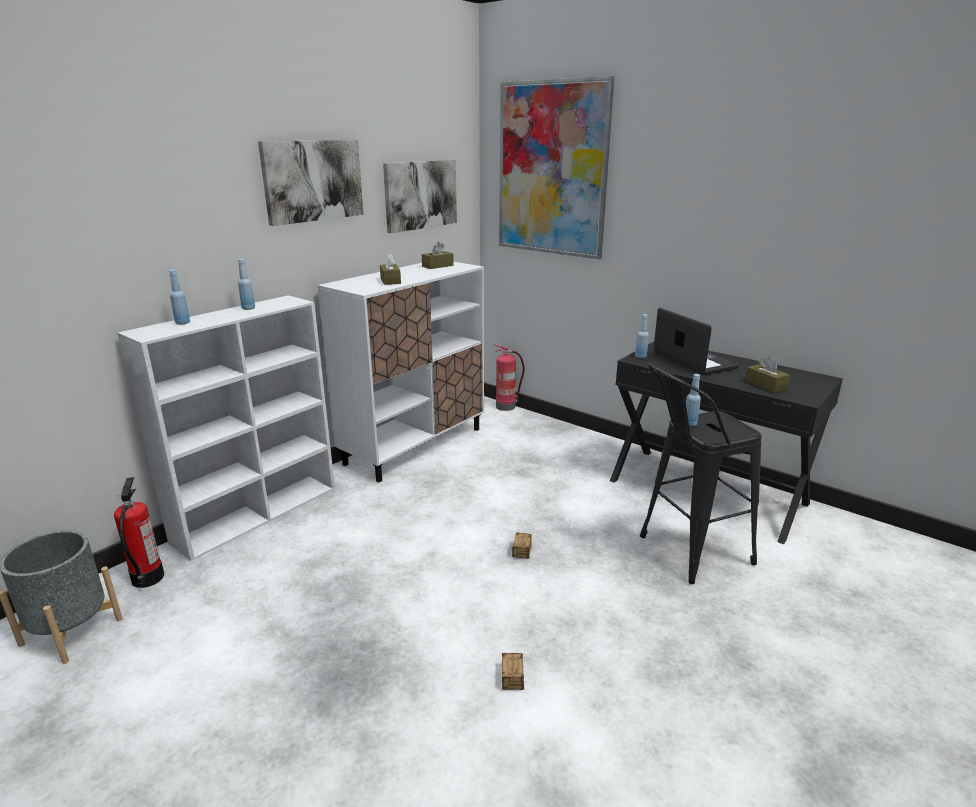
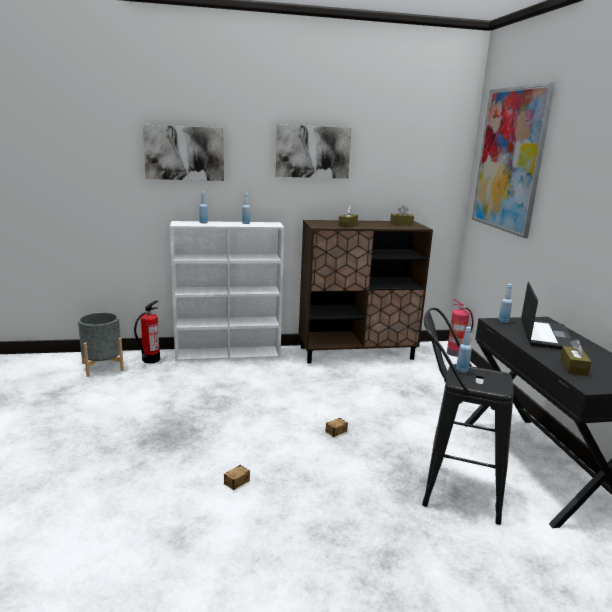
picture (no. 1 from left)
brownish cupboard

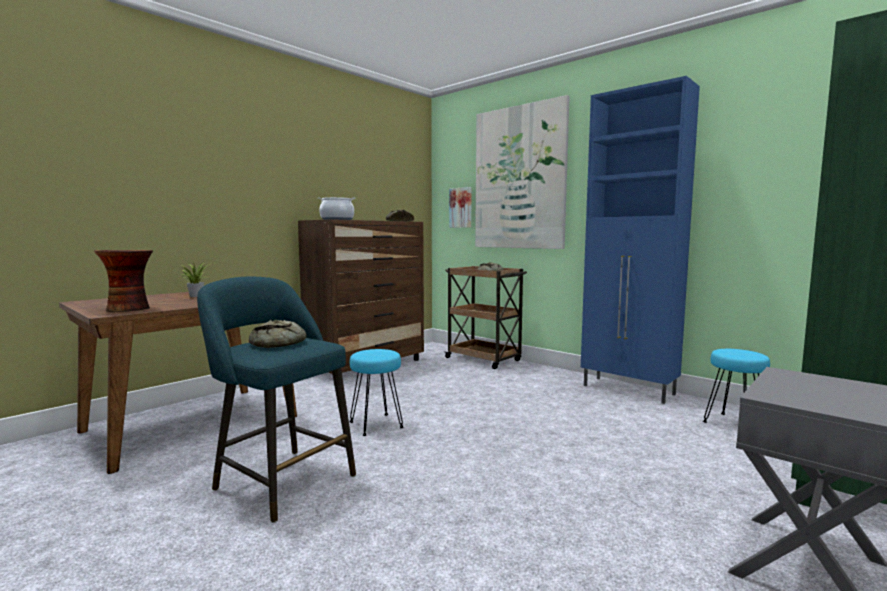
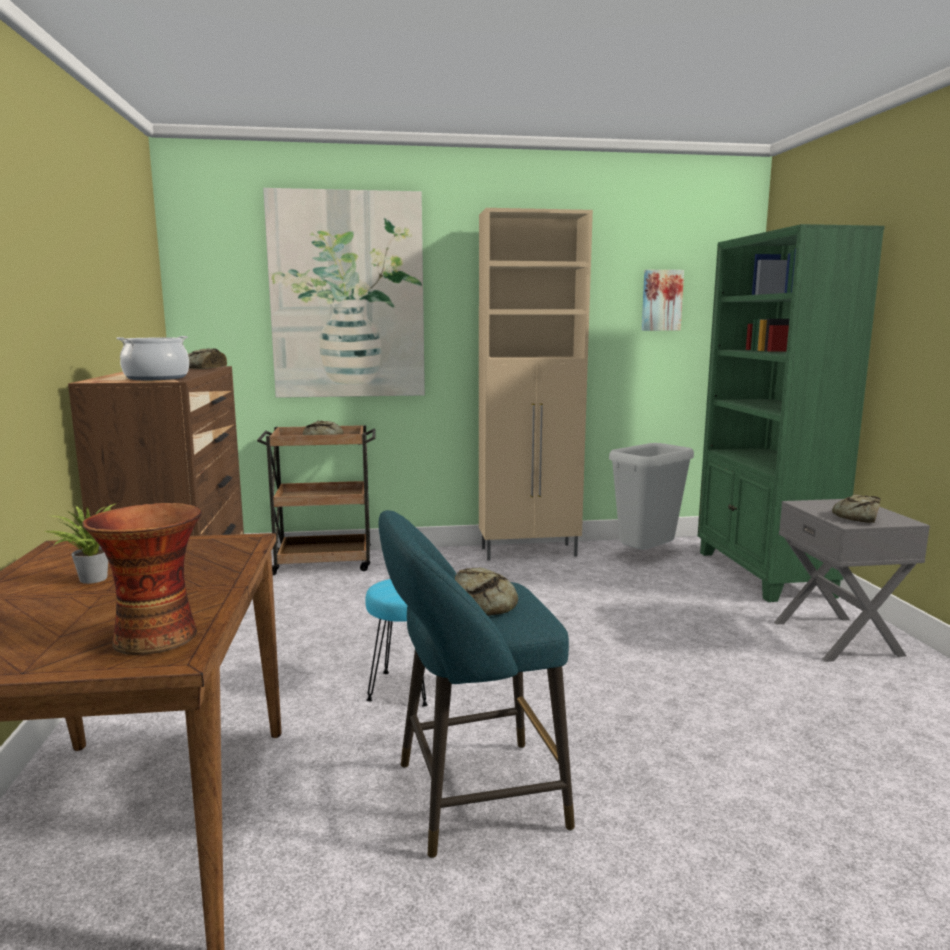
bread (no. 4 from left)
picture (no. 2 from left)
grey trash can
beige cupboard

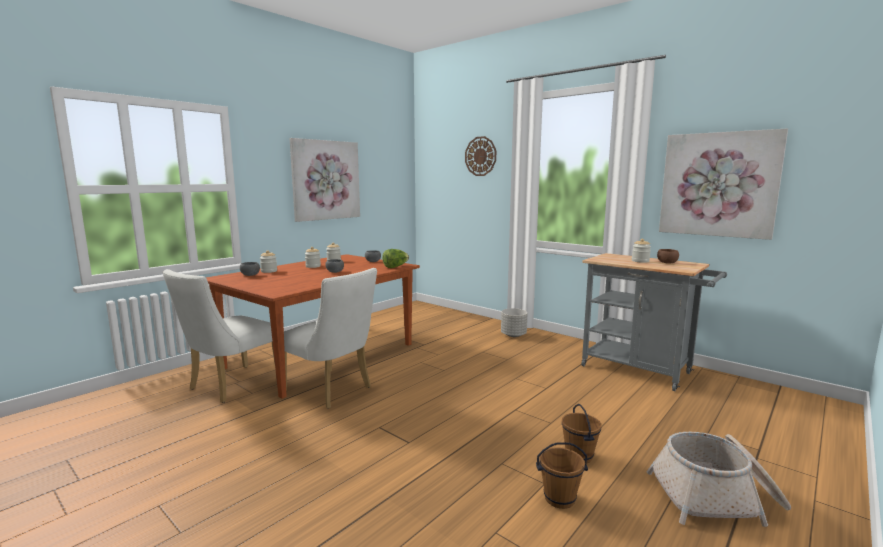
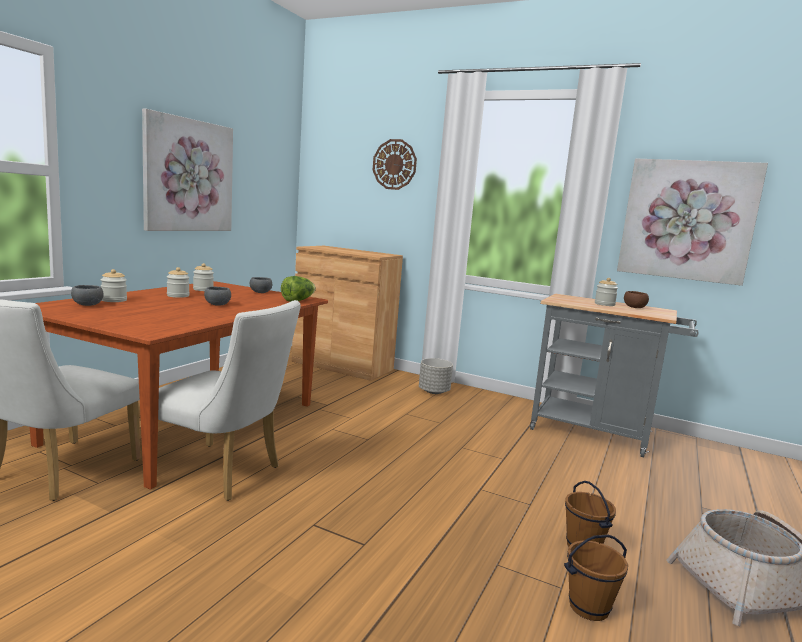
brownish cupboard

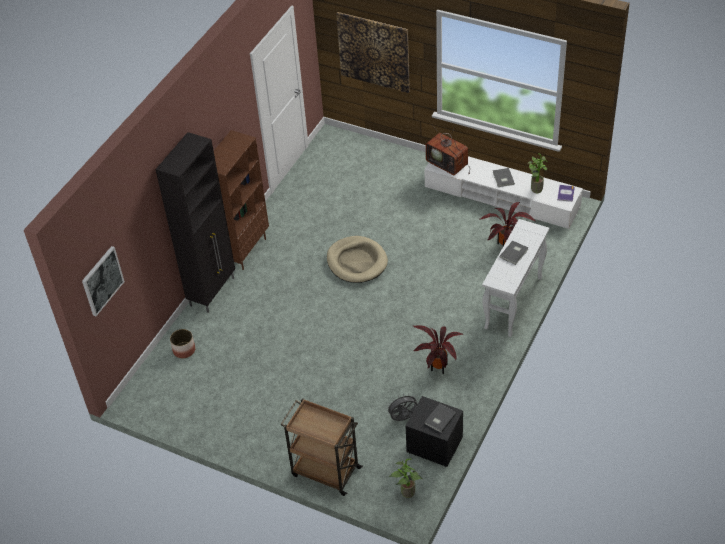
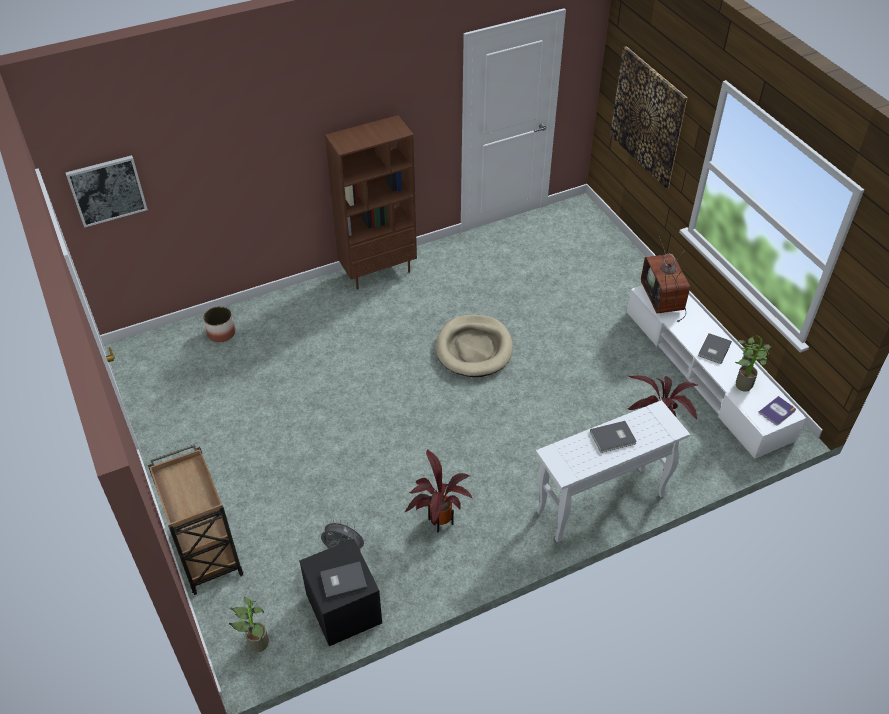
blackish cupboard

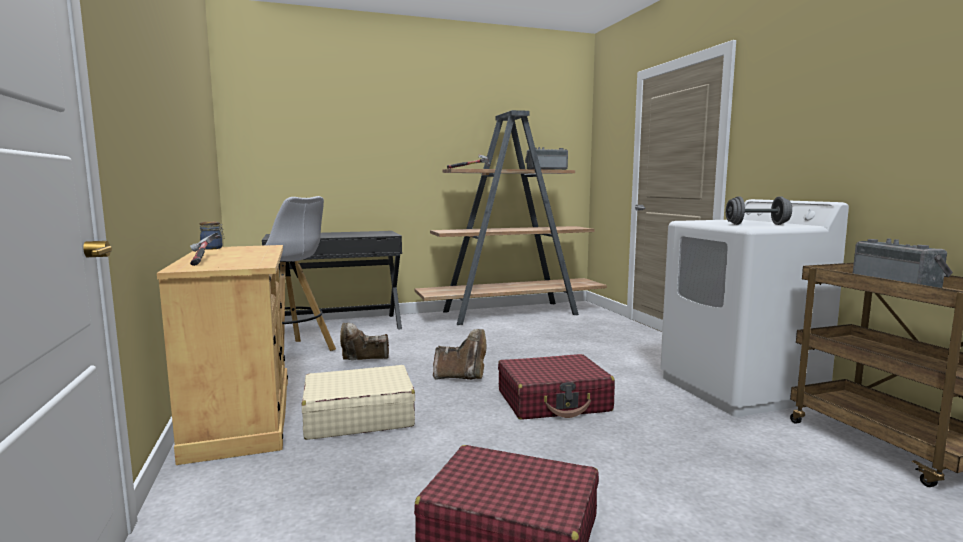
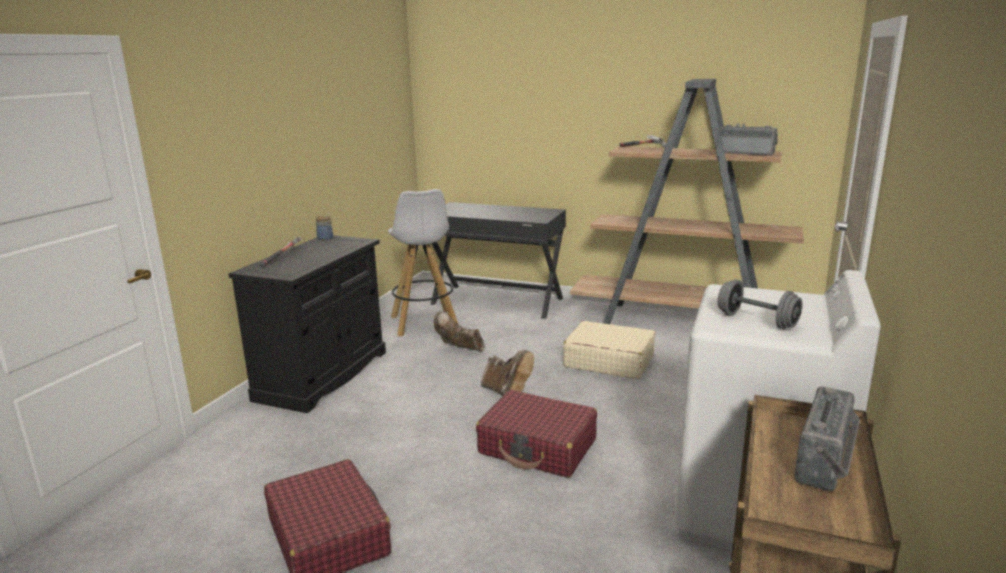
beige travel case
blackish cupboard

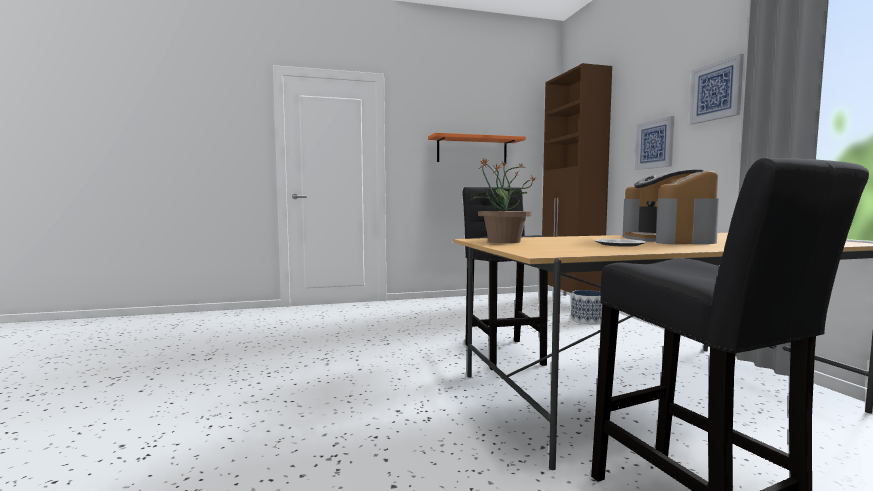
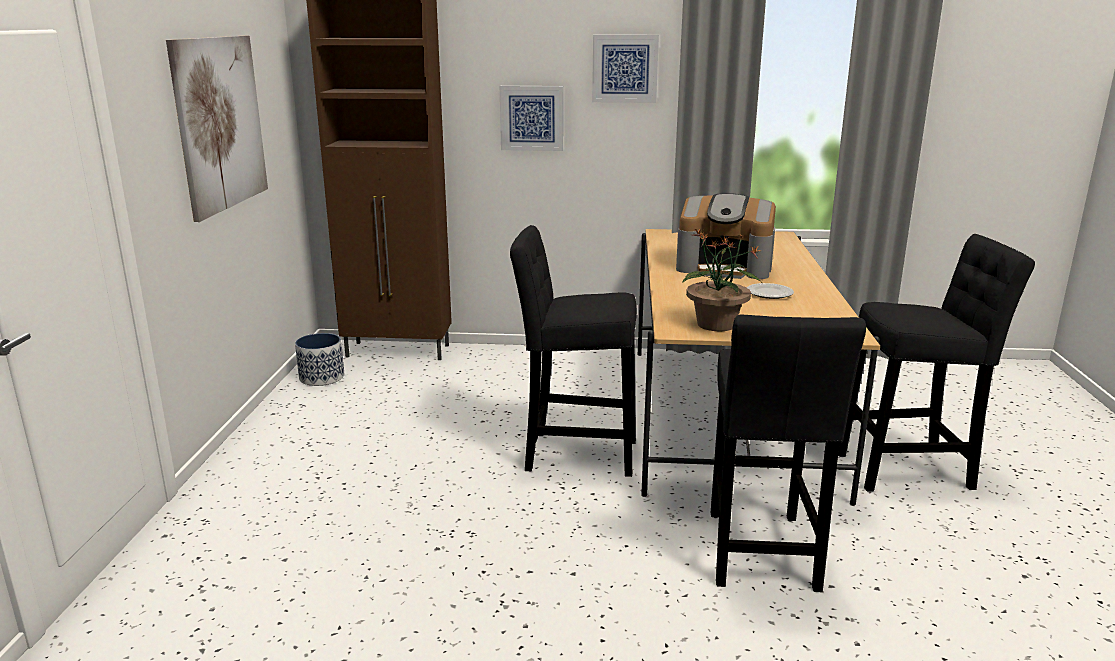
blackish sitting stool (no. 2 from left)
flower pot
picture (no. 1 from left)

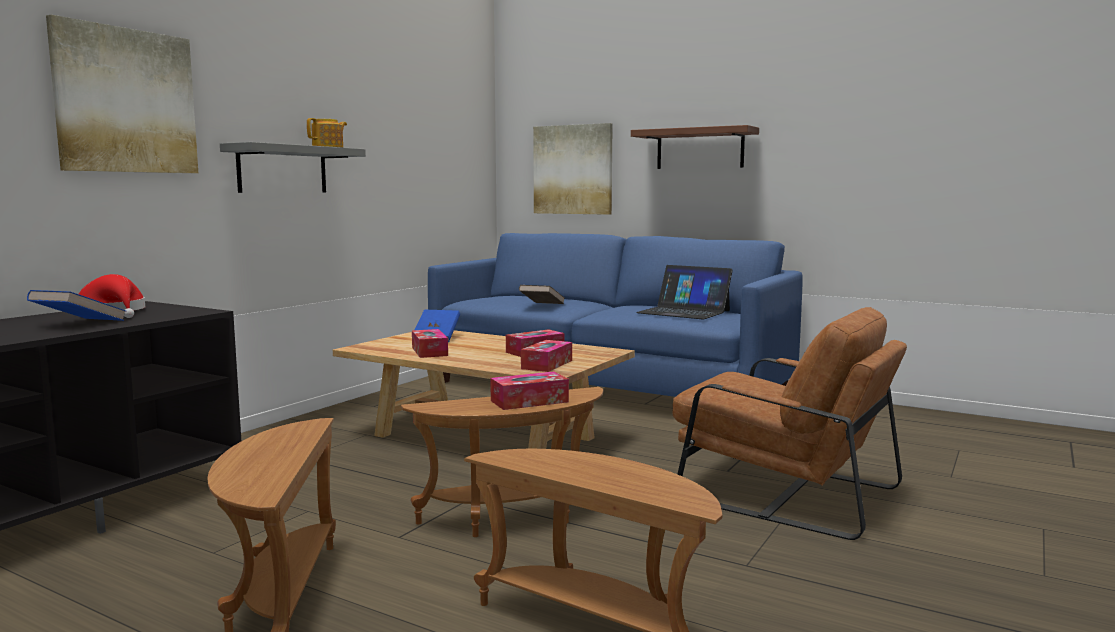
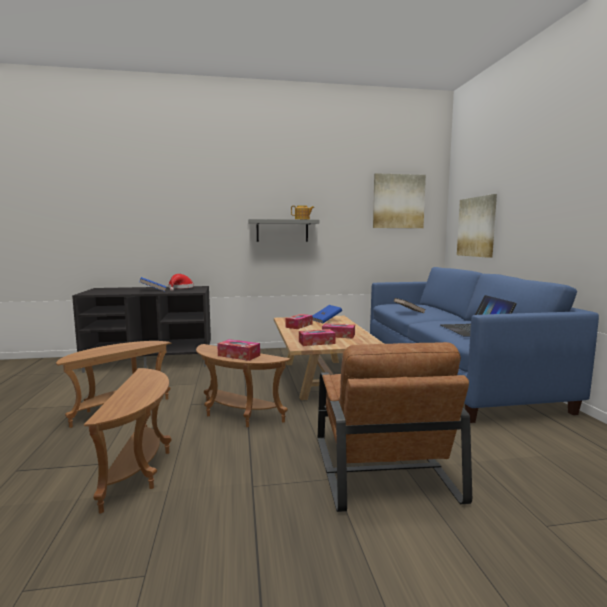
brownish bracket shelf
picture (no. 1 from left)

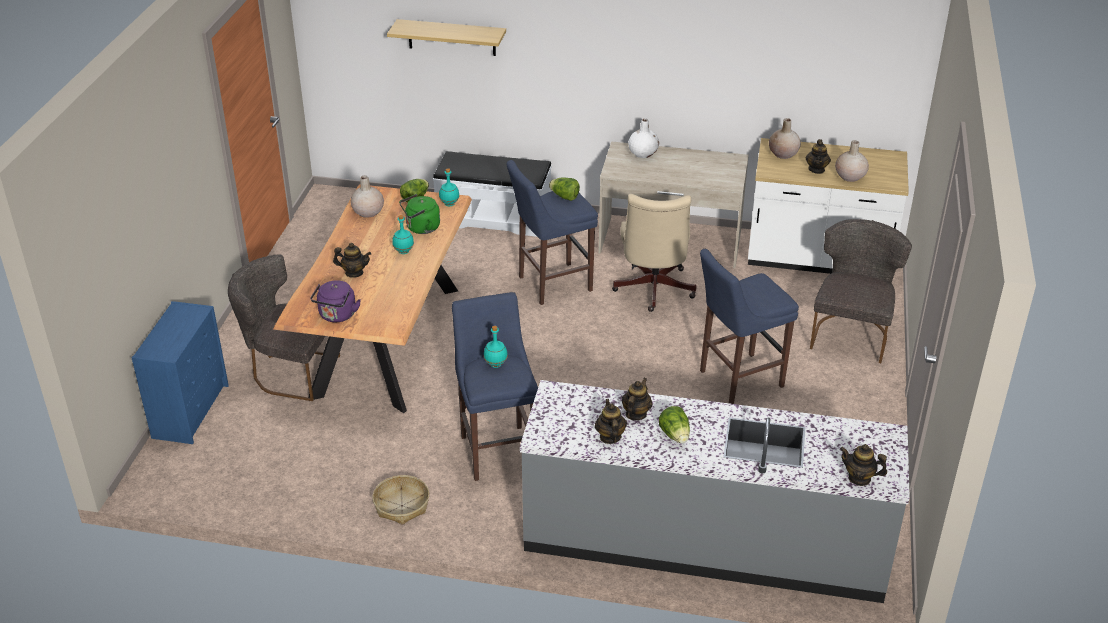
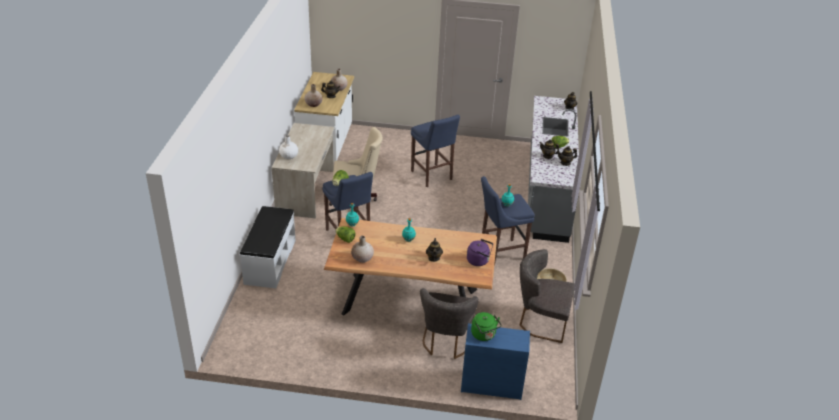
bracket shelf
greenish tea kettle
grey upright chair (no. 2 from left)

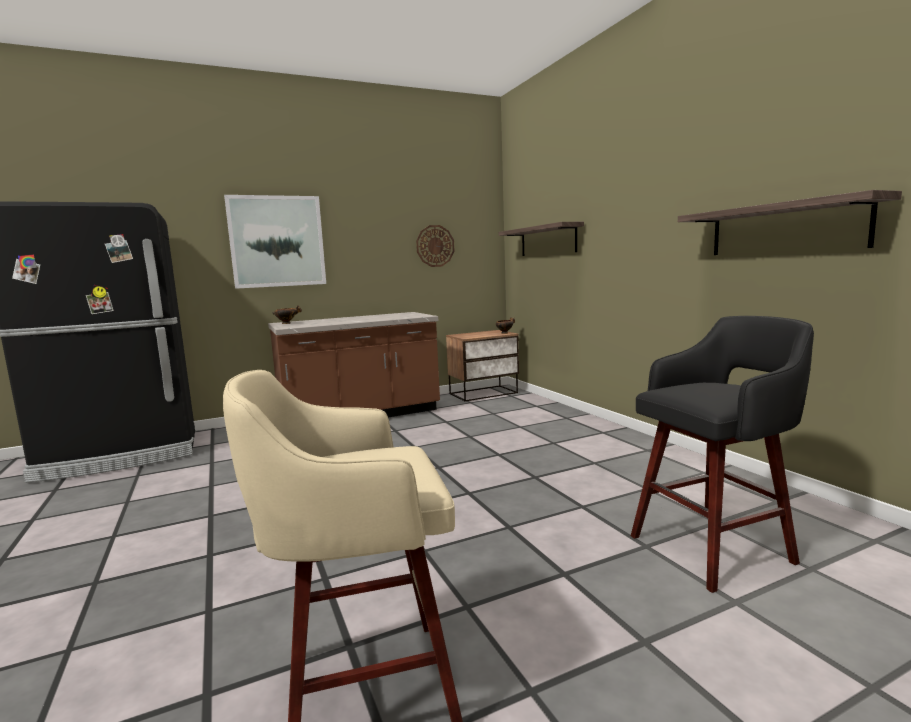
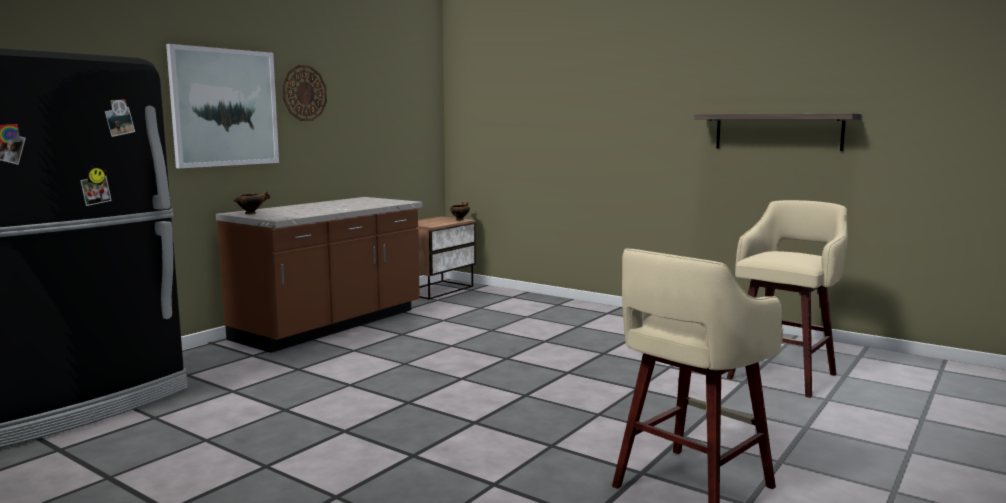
bracket shelf (no. 1 from left in the first image)
clock on the wall
beige sitting stool (no. 2 from left)

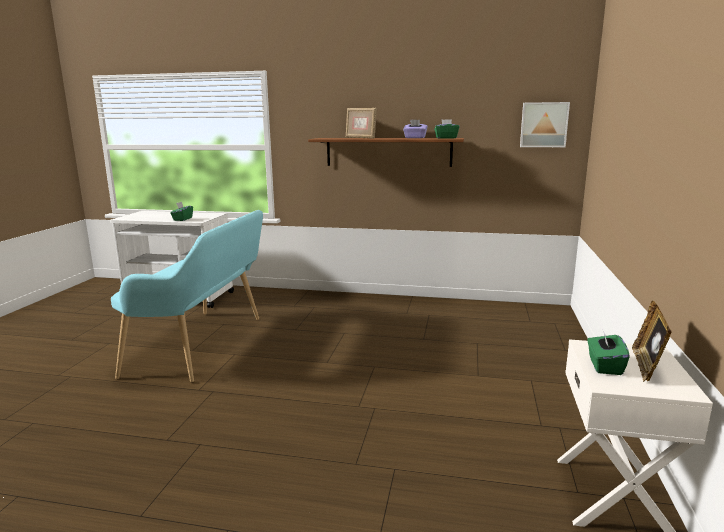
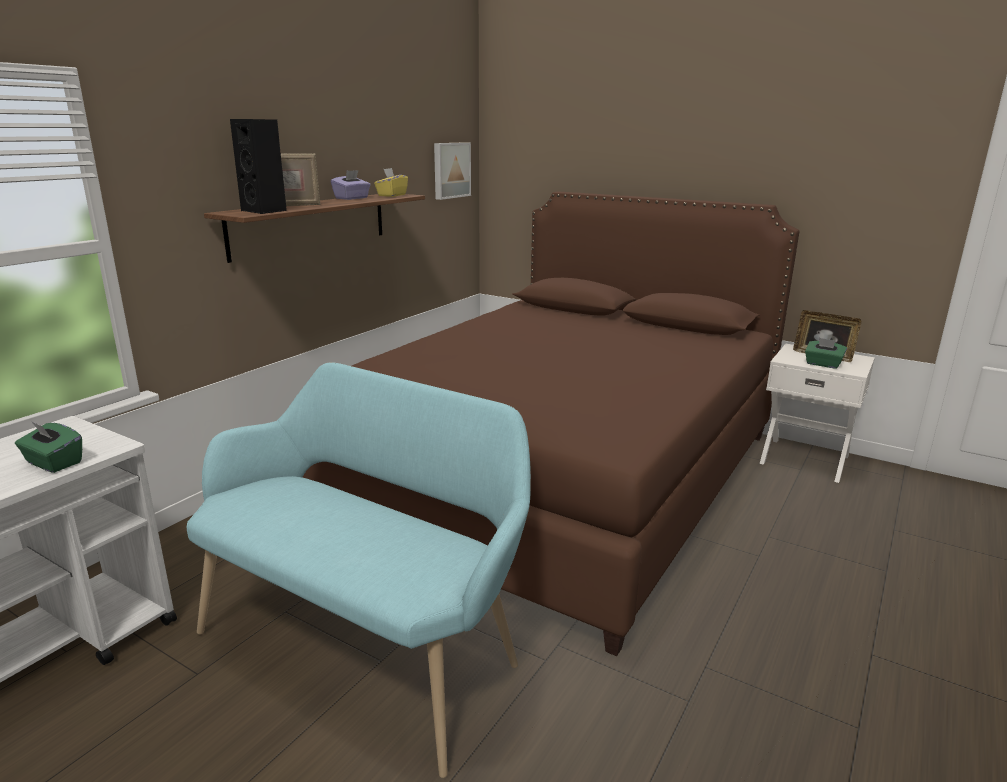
blackish audio speaker
brownish sleeping bed
yellowish box of tissues

